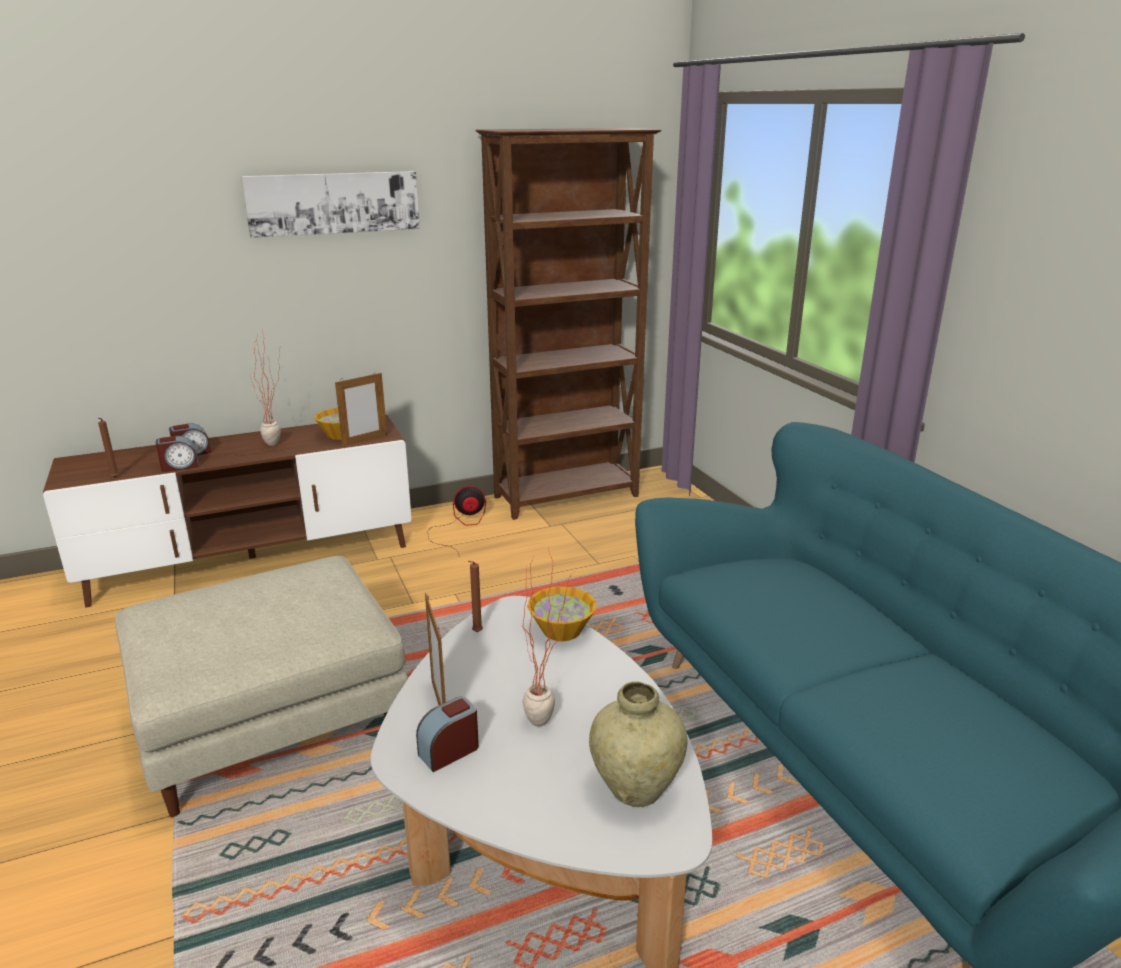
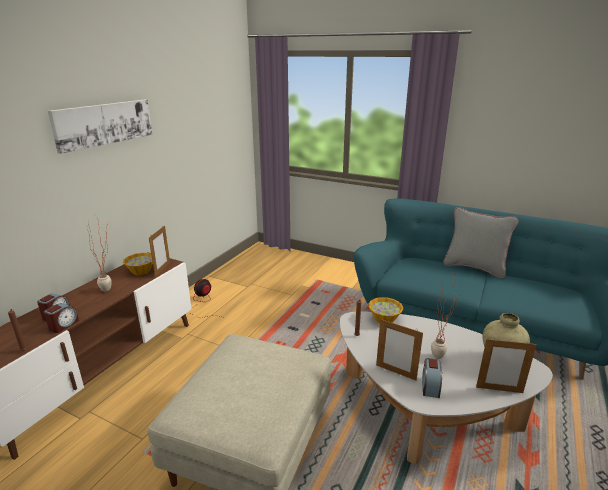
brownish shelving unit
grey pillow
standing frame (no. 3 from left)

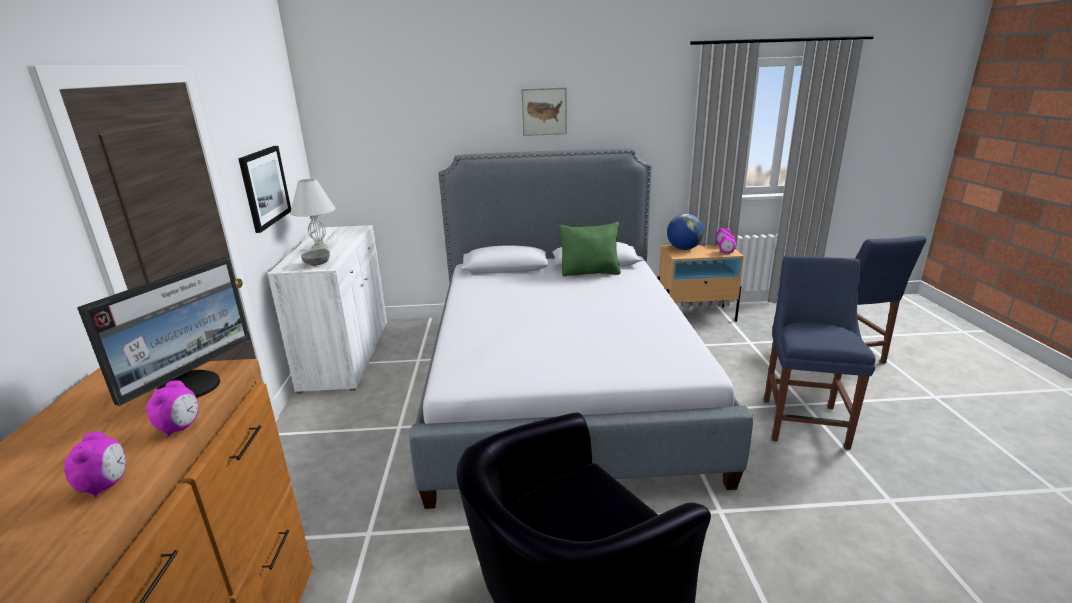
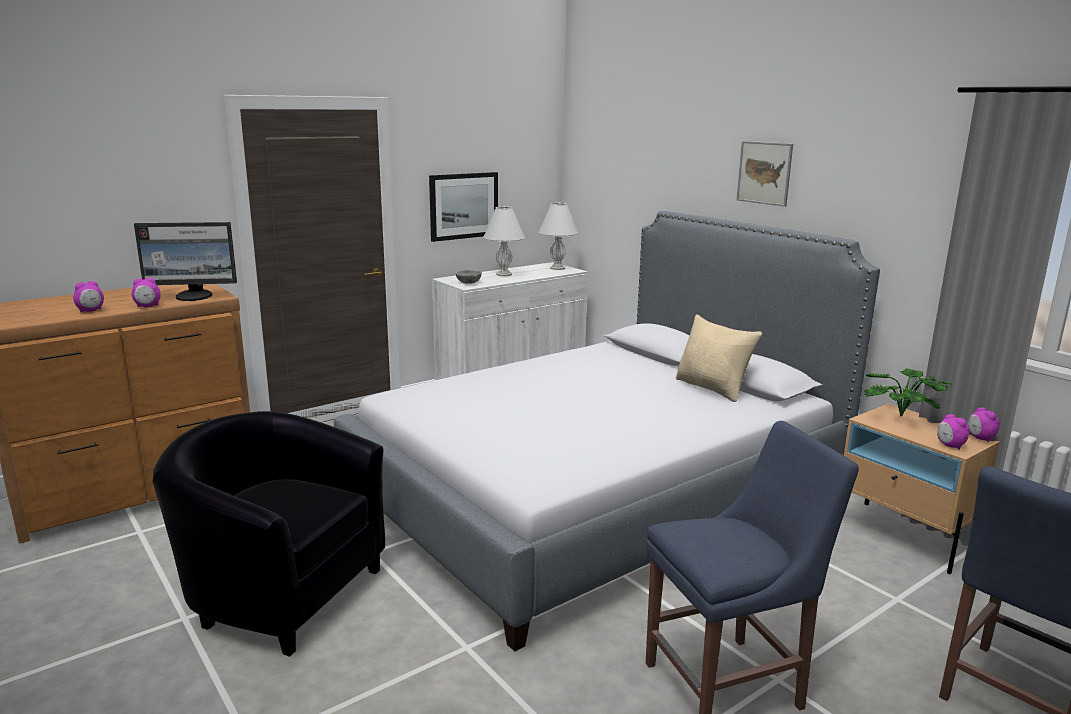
white table lamp (no. 2 from left)
houseplant
beige pillow

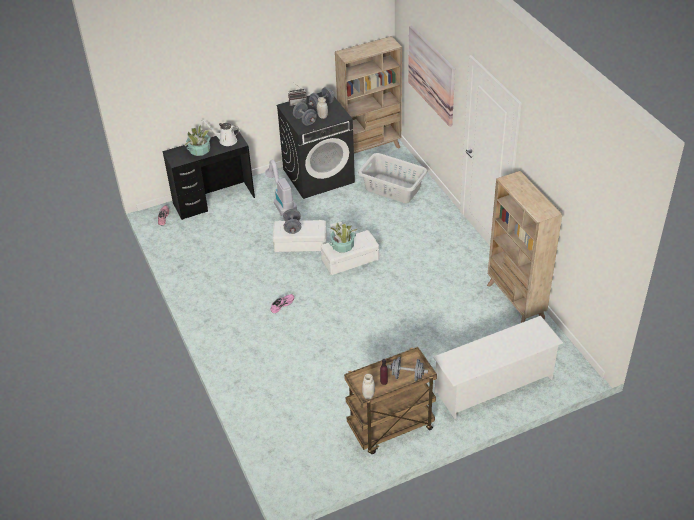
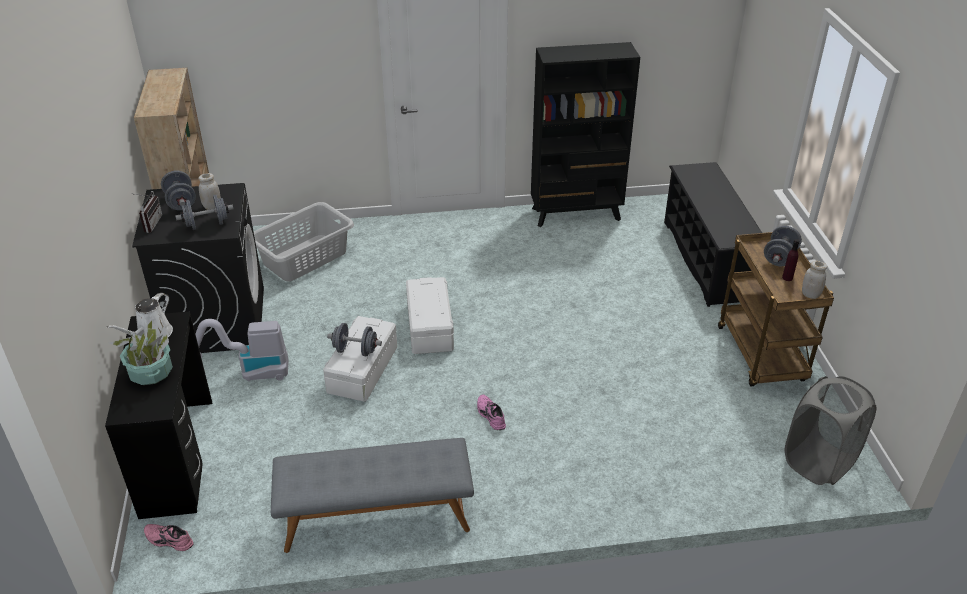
houseplant (no. 2 from left in the first image)
picture
grey bench
grey laundry basket (no. 2 from left)
blackish shoe rack
blackish shelving unit

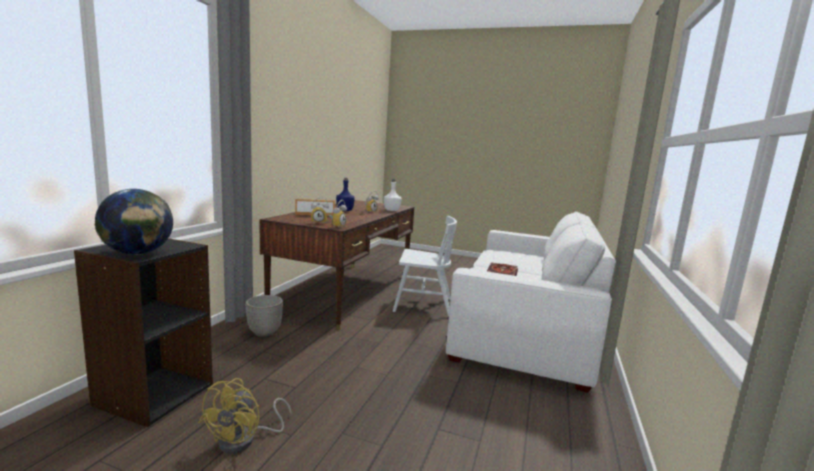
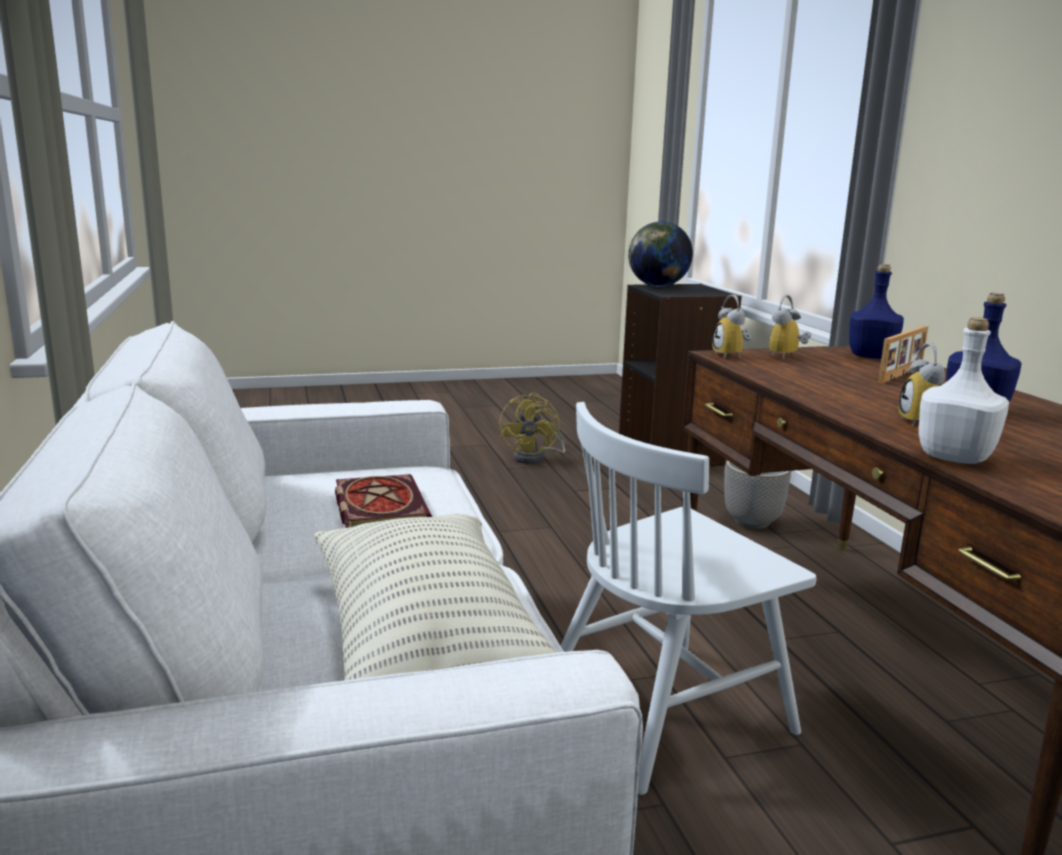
pillow
blue-coloured beverage bottle (no. 1 from left)
yellowish electric fan

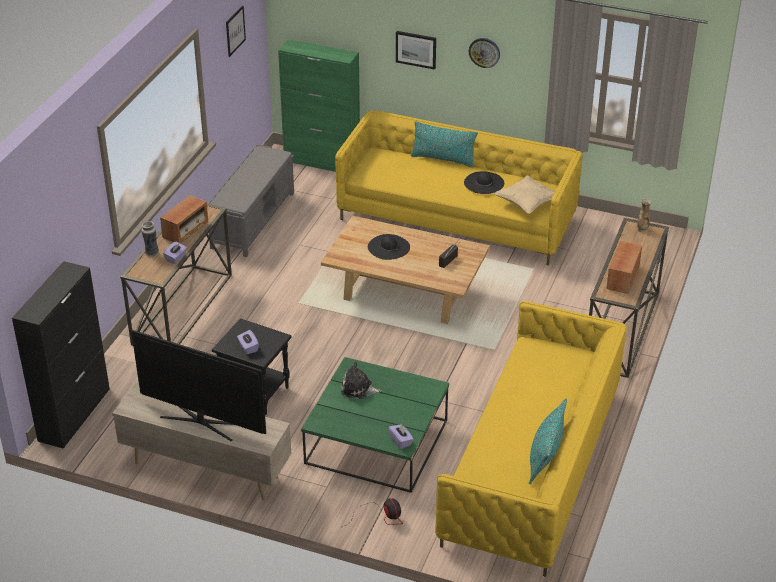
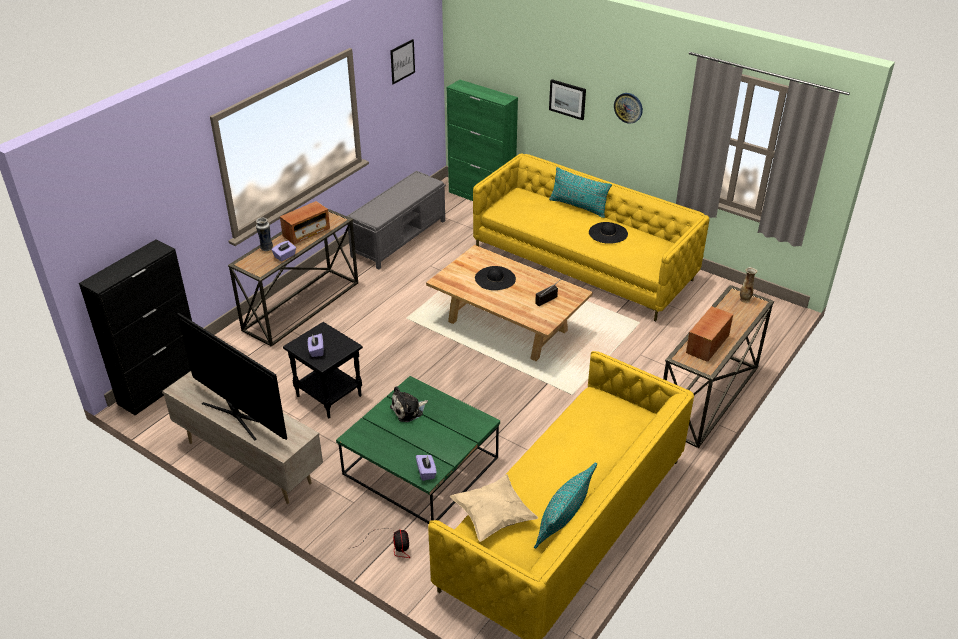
beige pillow
plush toy

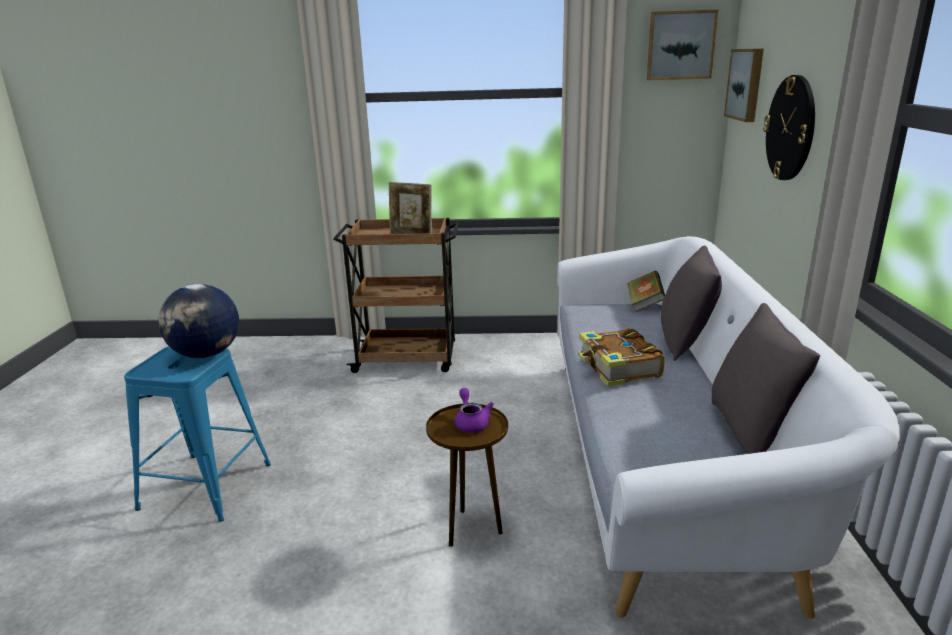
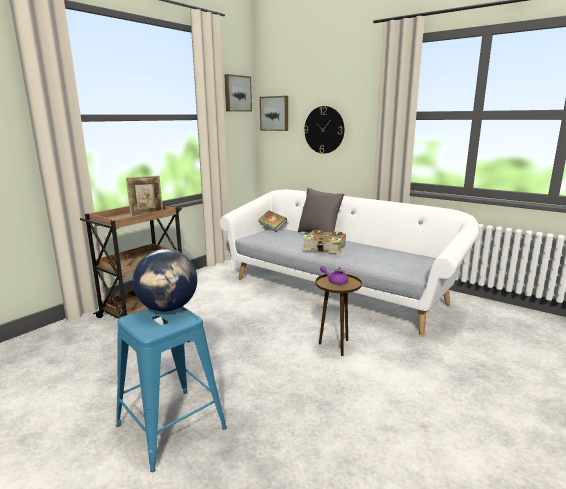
grey pillow (no. 2 from left in the first image)

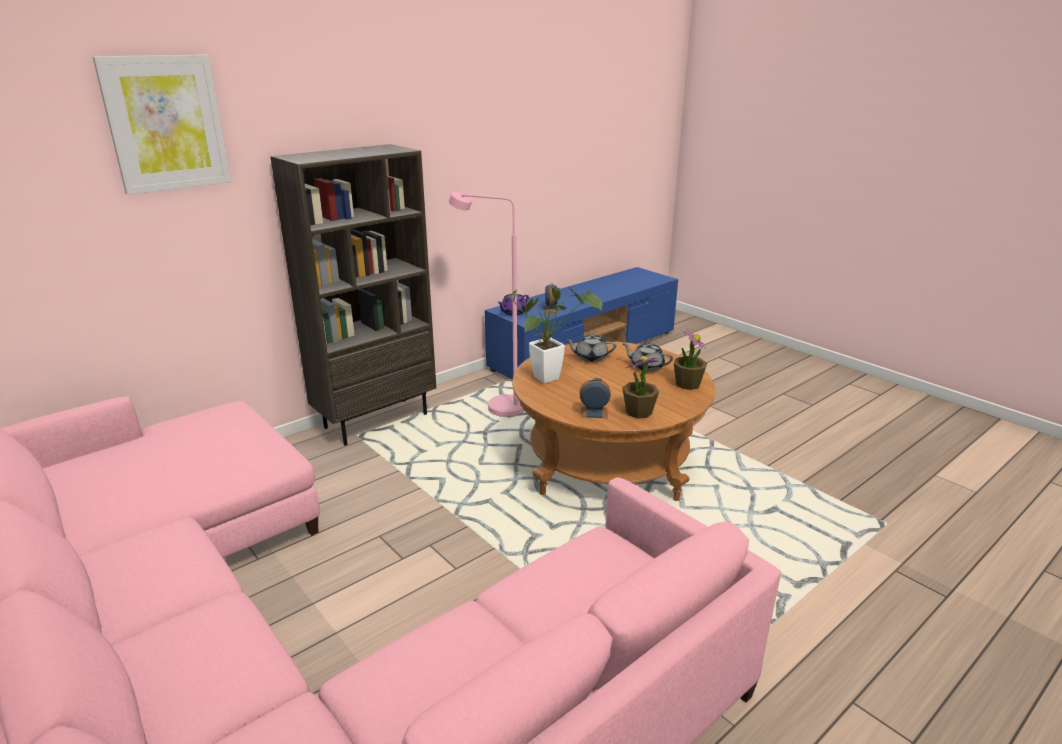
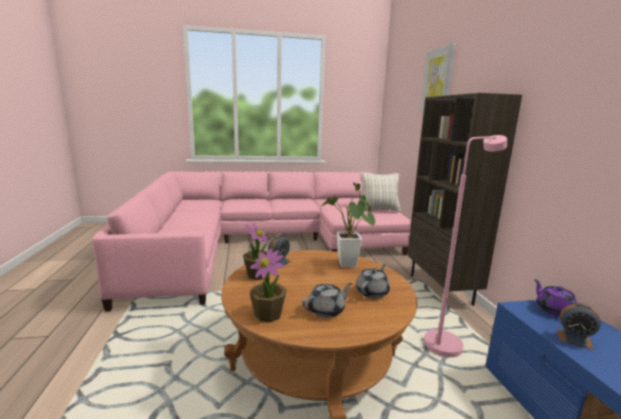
pillow

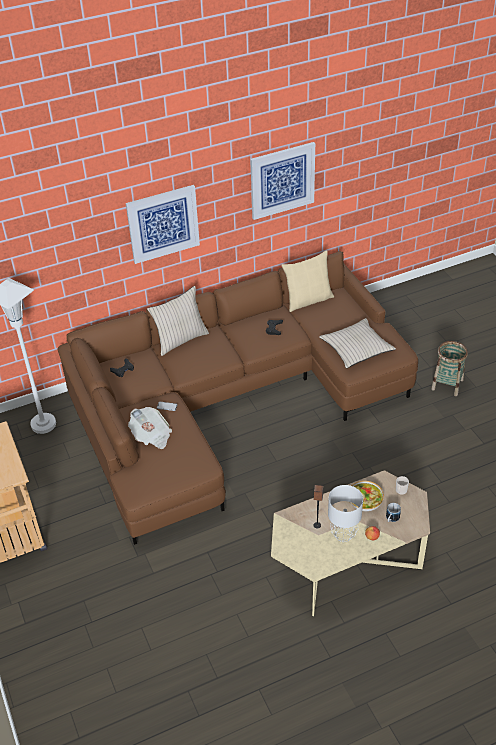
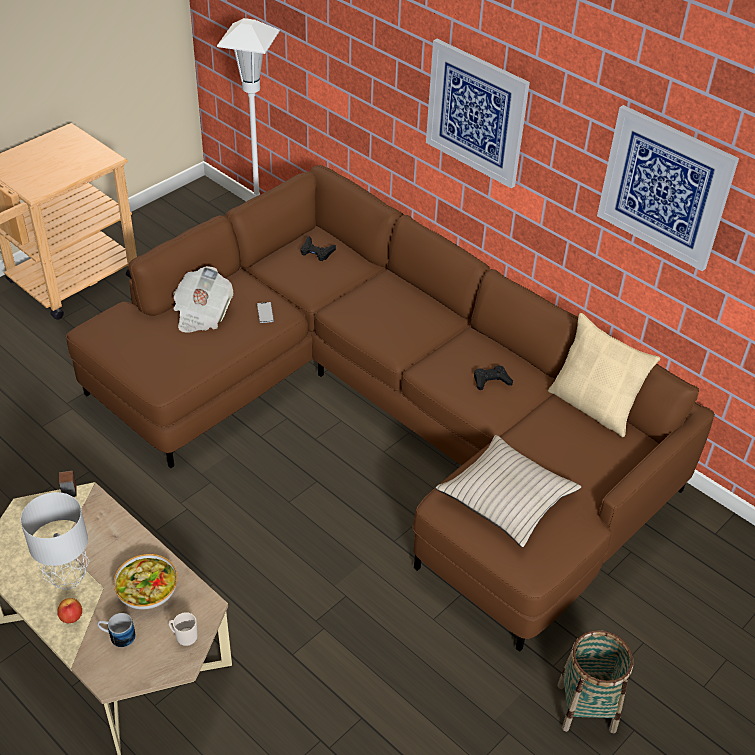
beige pillow (no. 1 from left in the first image)

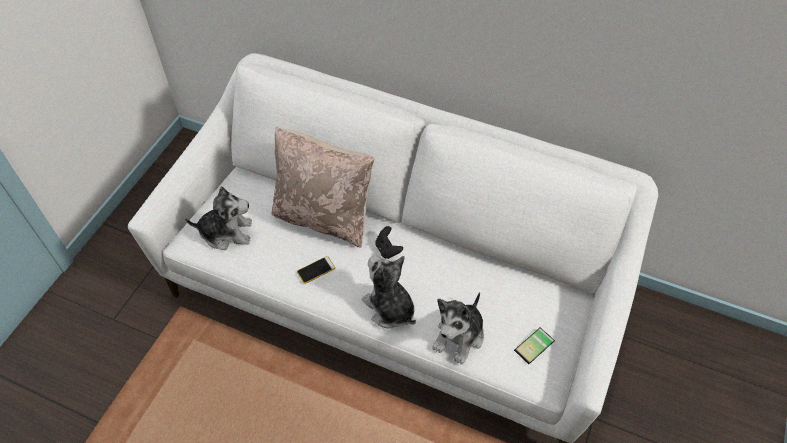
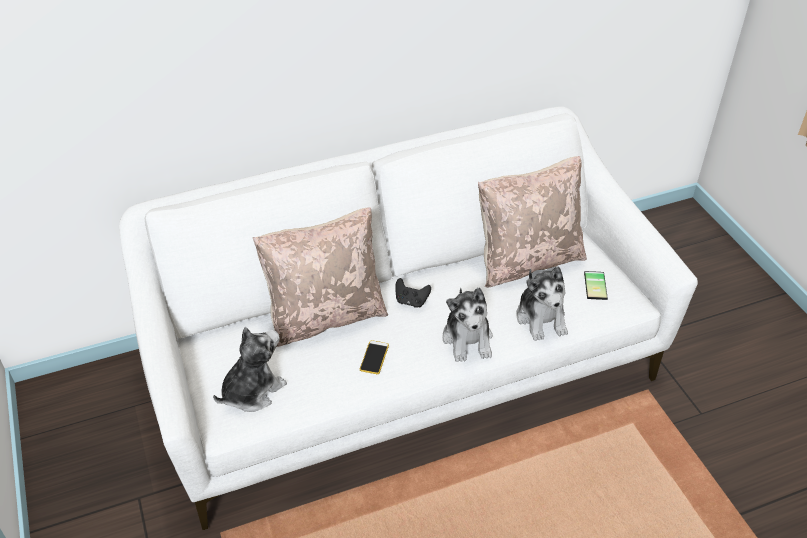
beige pillow (no. 2 from left)
plush toy (no. 2 from left)

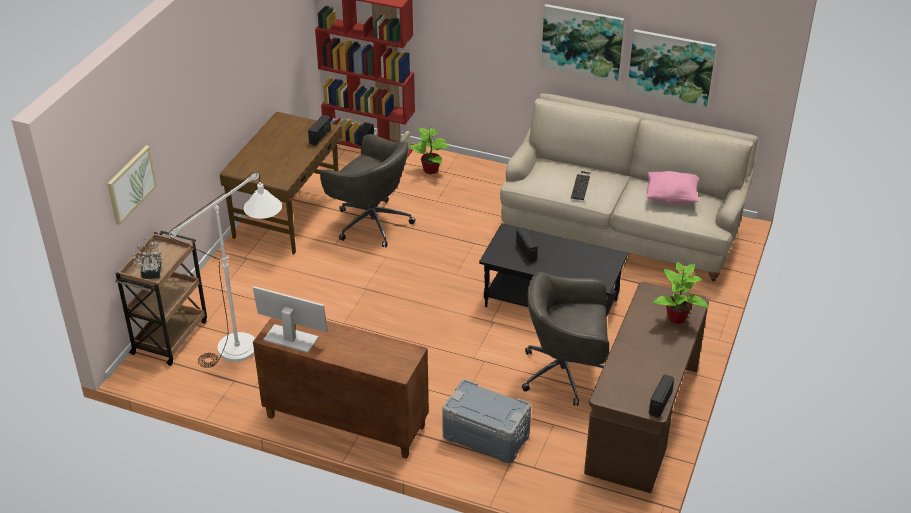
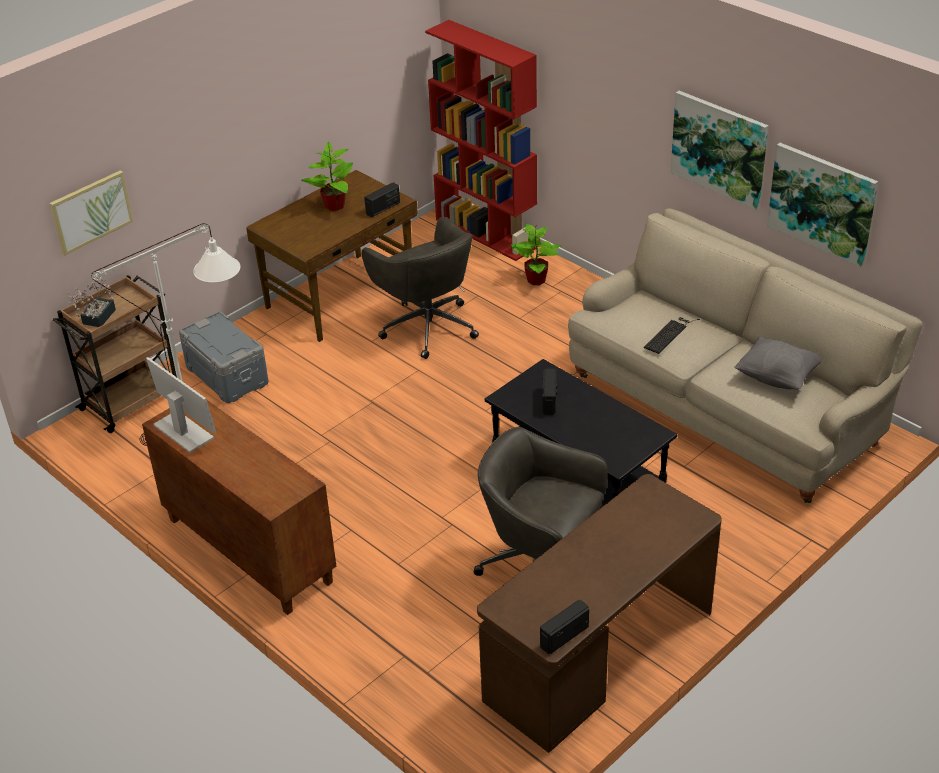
grey storage box
houseplant (no. 2 from left)
grey pillow

